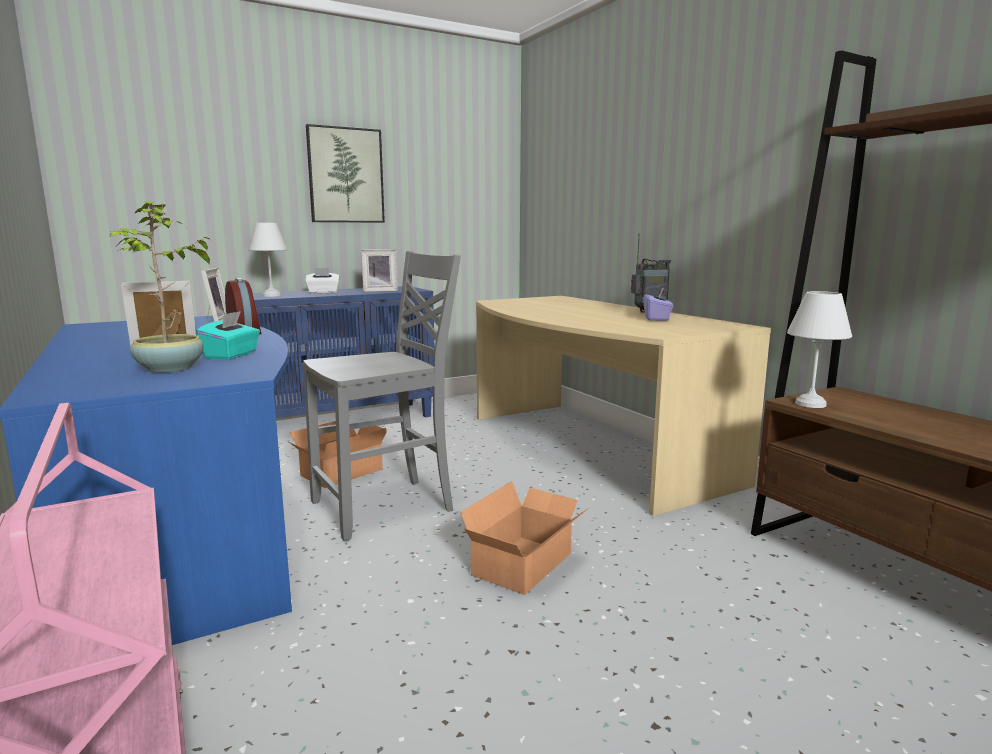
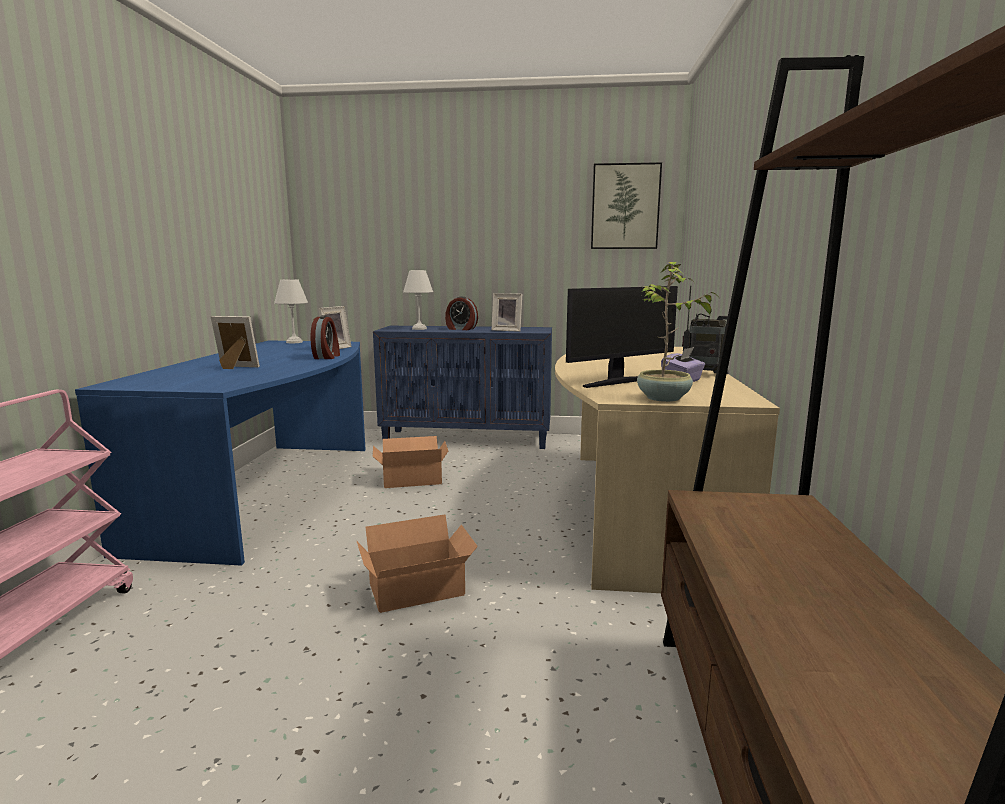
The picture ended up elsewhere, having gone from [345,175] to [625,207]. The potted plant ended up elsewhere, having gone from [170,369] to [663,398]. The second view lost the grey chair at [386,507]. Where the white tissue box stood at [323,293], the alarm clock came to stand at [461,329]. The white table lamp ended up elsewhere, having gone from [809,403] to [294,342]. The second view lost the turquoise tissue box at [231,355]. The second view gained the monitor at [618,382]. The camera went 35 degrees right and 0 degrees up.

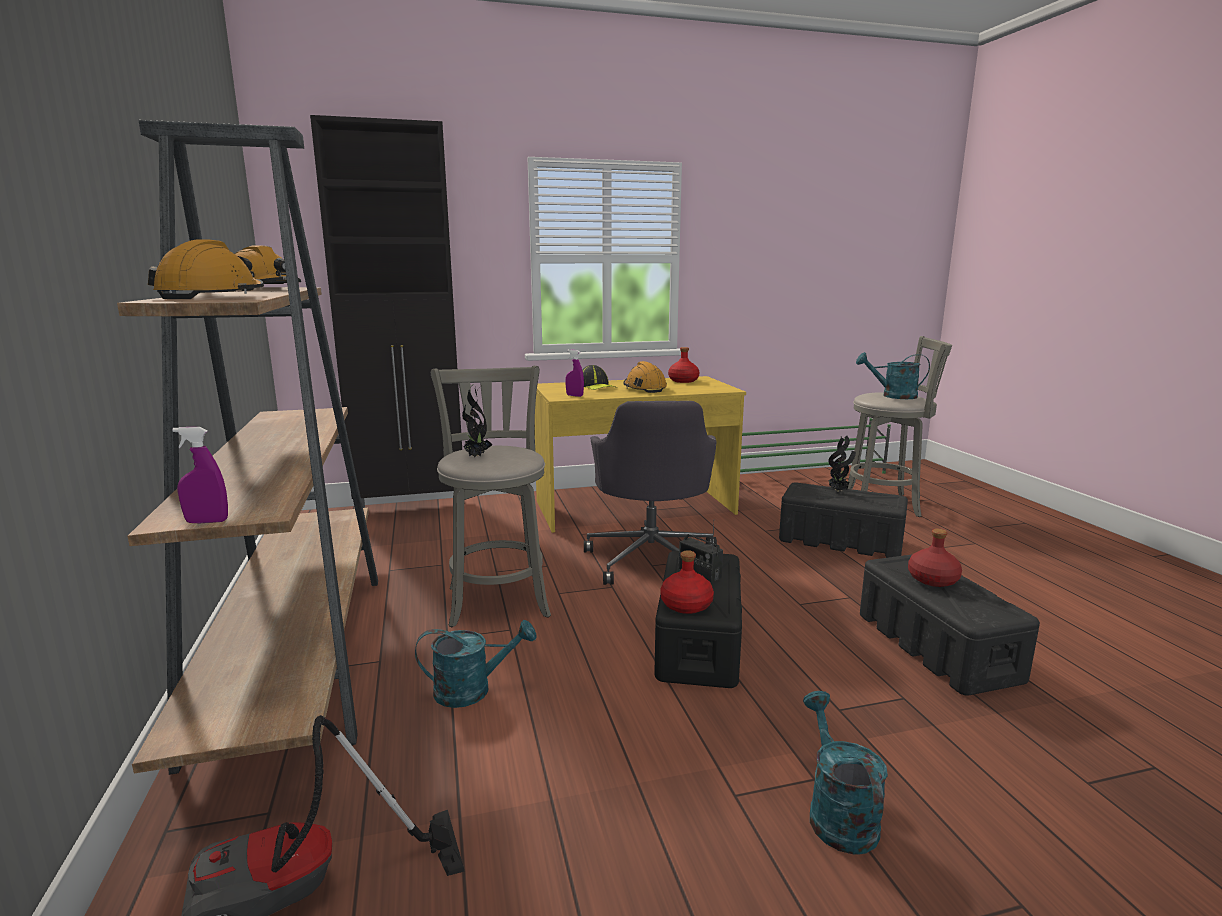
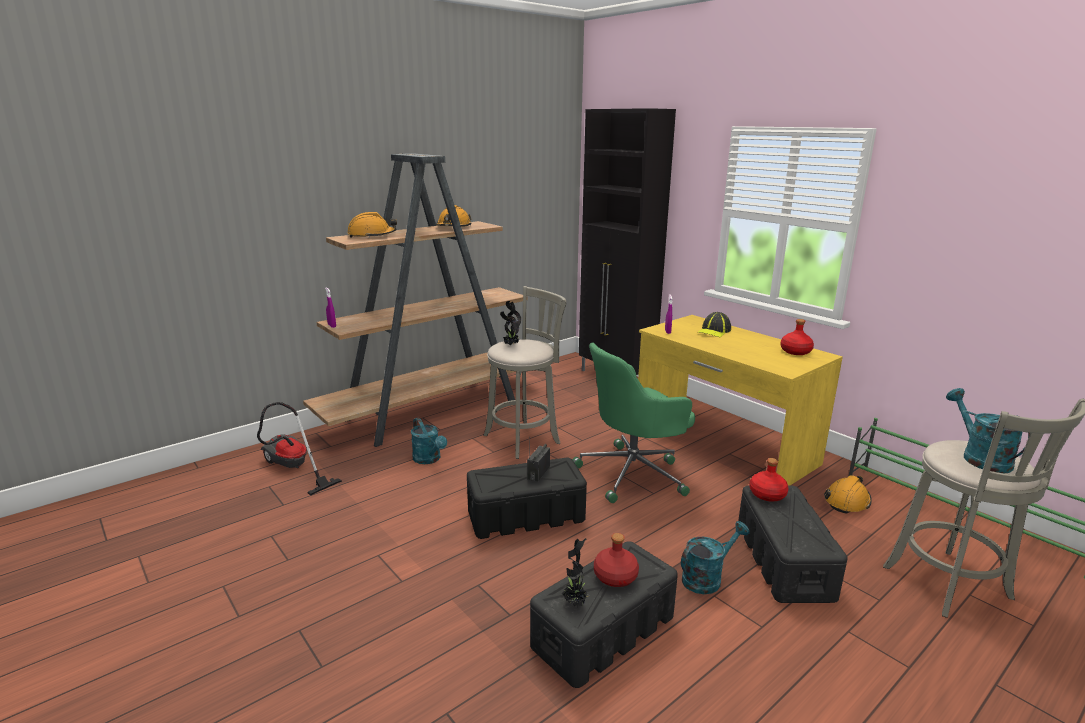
The orange hard hat ended up elsewhere, having gone from [644,388] to [847,501]. What was the grey office chair at [651,558] turned into the green office chair at [633,473]. The potted plant ended up elsewhere, having gone from [838,491] to [575,603]. The red bottle ended up elsewhere, having gone from [685,605] to [767,494]. The turquoise watering can ended up elsewhere, having gone from [837,813] to [707,578]. The camera went 65 degrees right and 5 degrees up.

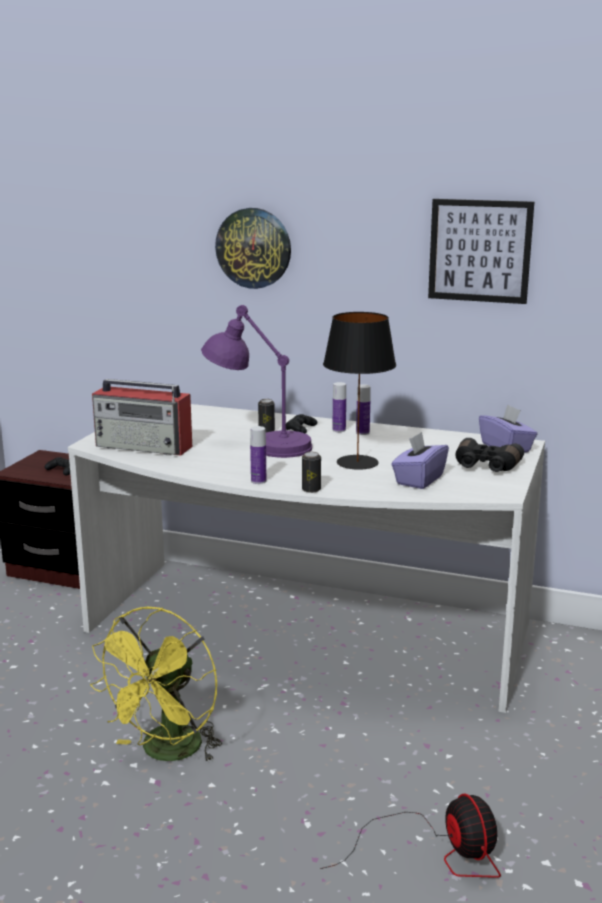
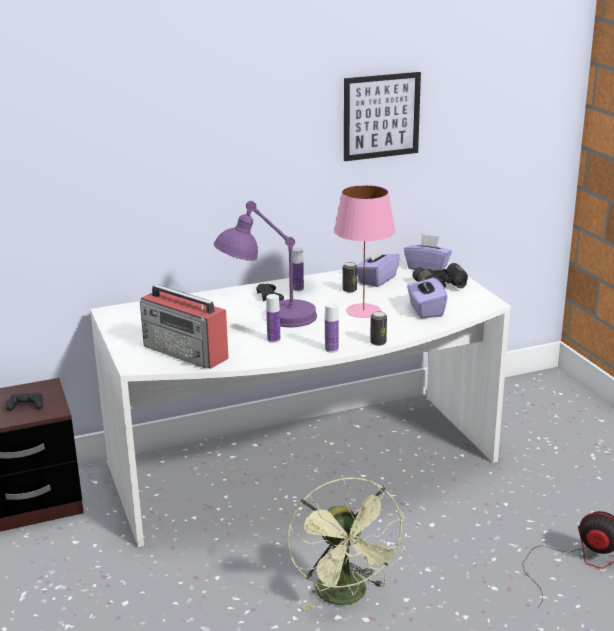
The second view lost the wall clock at [253,248]. What was the black table lamp at [357,463] turned into the pink table lamp at [363,311]. The radio at [145,447] ended up facing another way, 60 degrees clockwise from before. The bottle ended up elsewhere, having gone from [362,432] to [273,340]. The can ended up elsewhere, having gone from [266,431] to [349,290]. What was the yellow fan at [166,753] turned into the green fan at [346,597]. The second view gained the purple tissue box at [376,280]. The camera went 40 degrees left and 5 degrees up.

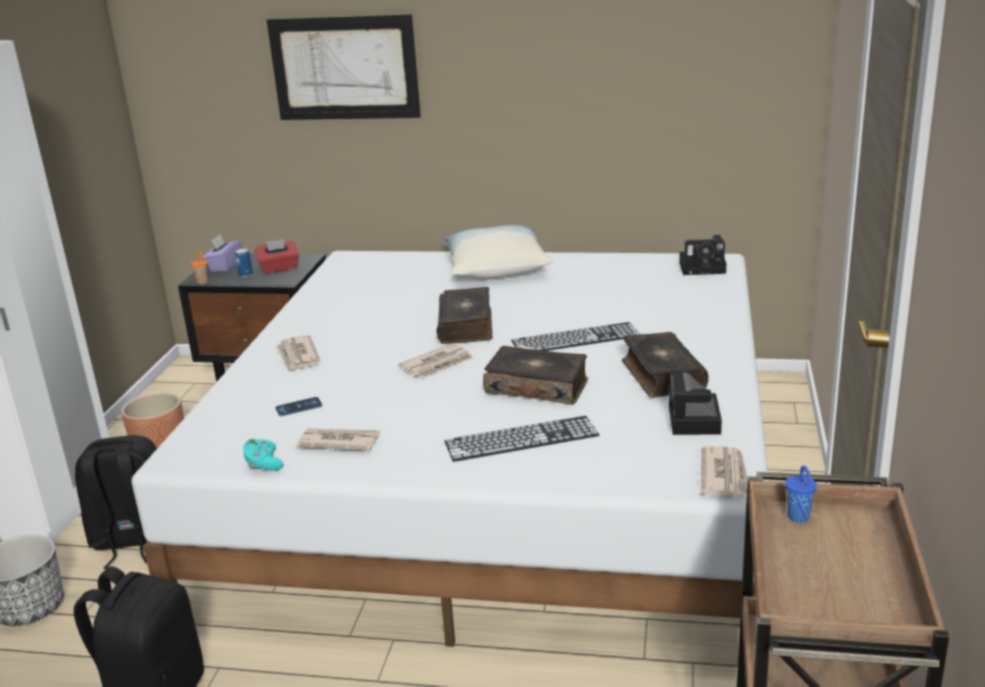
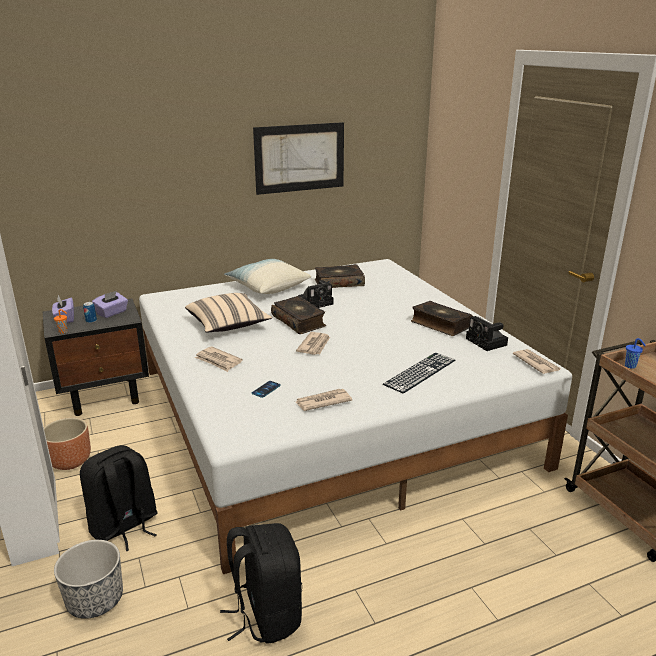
The picture ended up elsewhere, having gone from [344,68] to [300,158]. The photo camera ended up elsewhere, having gone from [704,267] to [316,302]. What was the red tissue box at [279,269] turned into the purple tissue box at [112,313]. The second view lost the keyboard at [576,338]. The book ended up elsewhere, having gone from [537,386] to [339,283]. The second view lost the turquoise game controller at [263,464]. The second view gained the beige pillow at [228,325]. The camera went 35 degrees left and 0 degrees up.

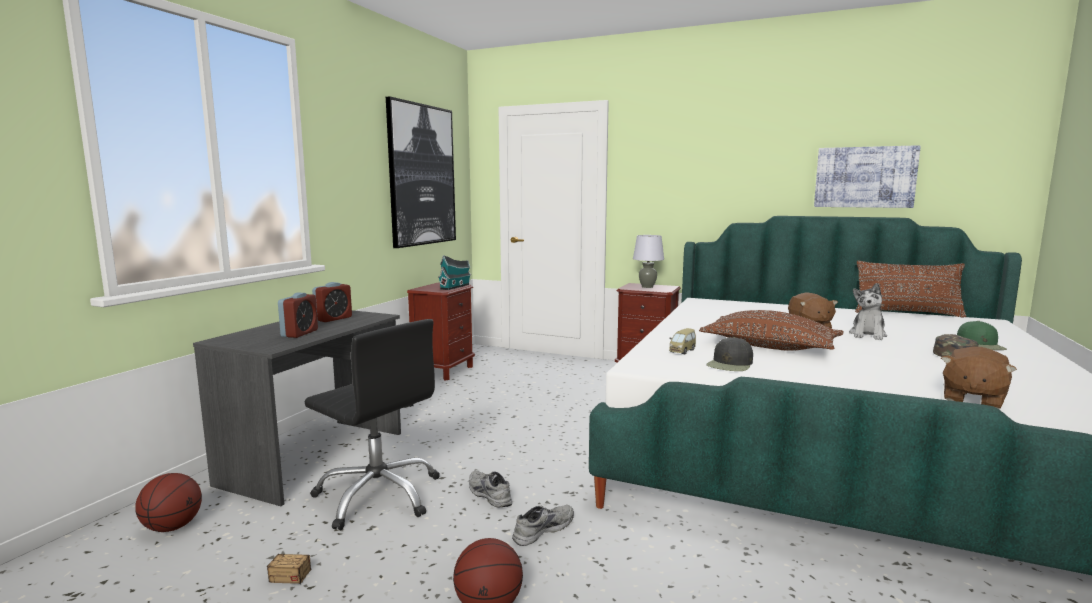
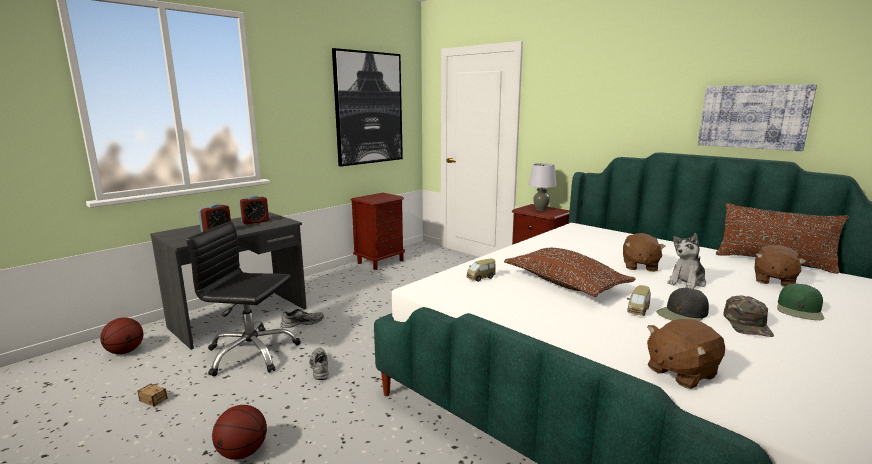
The second view lost the toy house at [456,286]. The black office chair at [378,495] ended up facing another way, 135 degrees clockwise from before. The black cap ended up elsewhere, having gone from [730,364] to [682,314]. The grey shoe ended up elsewhere, having gone from [542,529] to [302,322]. The second view gained the brown plush toy at [773,280]. The second view gained the toy car at [638,310]. The camera went 20 degrees right and 5 degrees up.

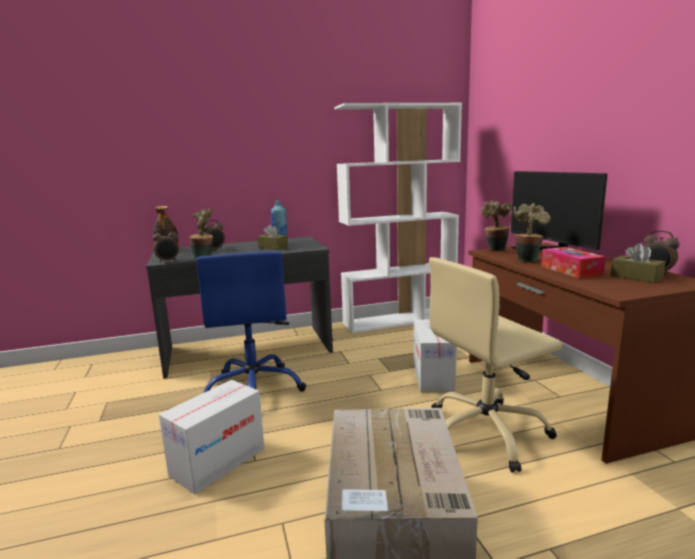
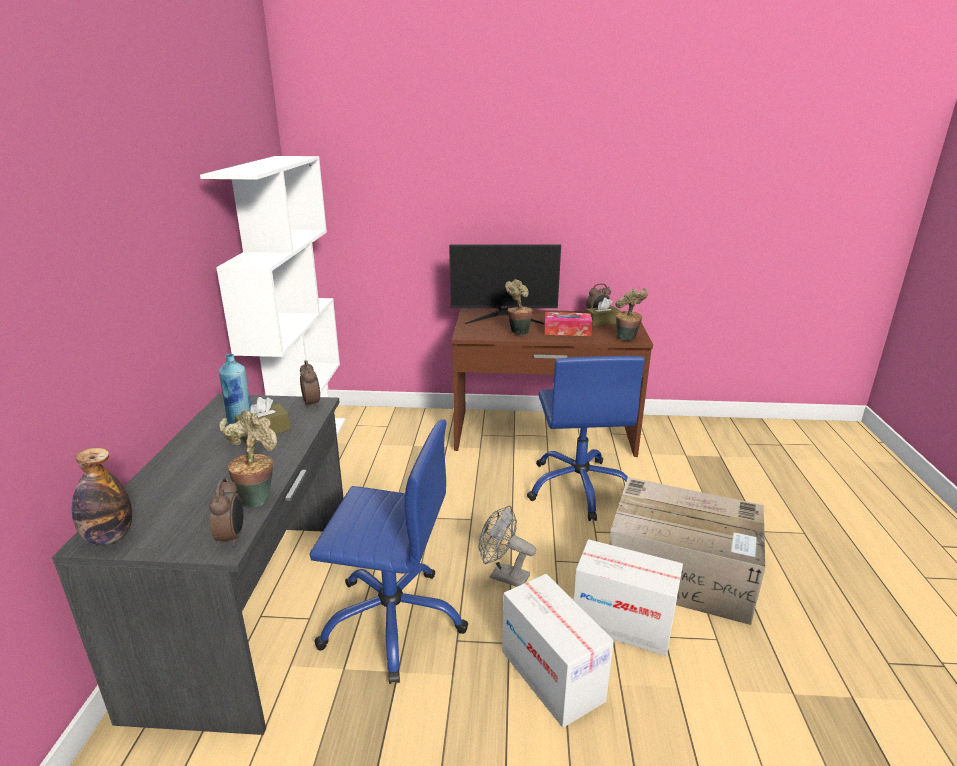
The potted plant ended up elsewhere, having gone from [495,250] to [627,339]. The alarm clock ended up elsewhere, having gone from [215,249] to [312,403]. What was the beige office chair at [486,432] turned into the blue office chair at [579,487]. The cardboard box ended up elsewhere, having gone from [432,376] to [621,623]. The second view gained the grey fan at [503,575]. The camera went 70 degrees left and 10 degrees up.

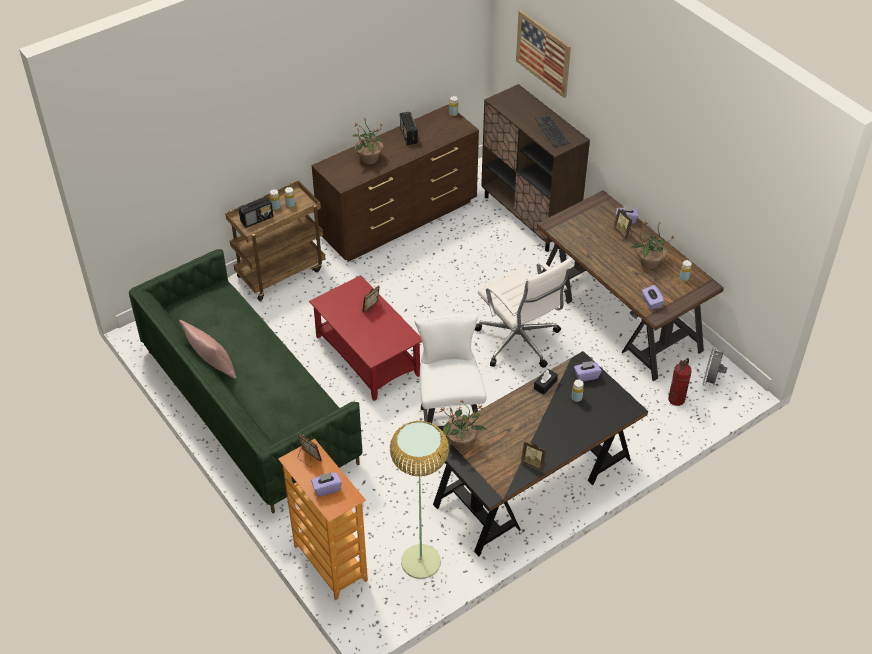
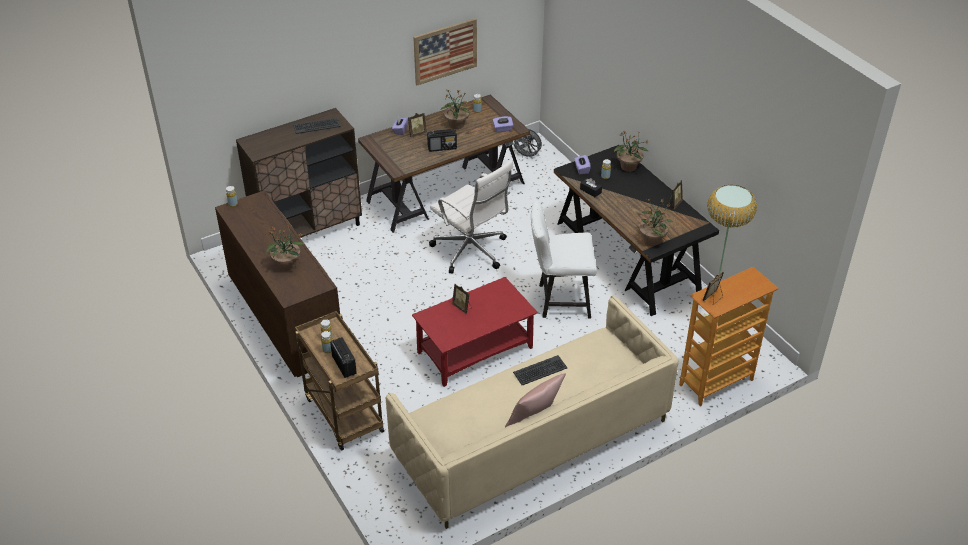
The picture ended up elsewhere, having gone from [543,53] to [445,51]. The radio ended up elsewhere, having gone from [408,136] to [442,147]. What was the green sofa at [248,405] turned into the beige sofa at [531,439]. The white office chair at [519,342] ended up facing another way, 75 degrees clockwise from before. The second view lost the fire extinguisher at [676,400]. The second view lost the purple tissue box at [327,488]. The second view gained the potted plant at [629,167]. The second view gained the keyboard at [540,371]. The camera went 85 degrees left and 5 degrees down.

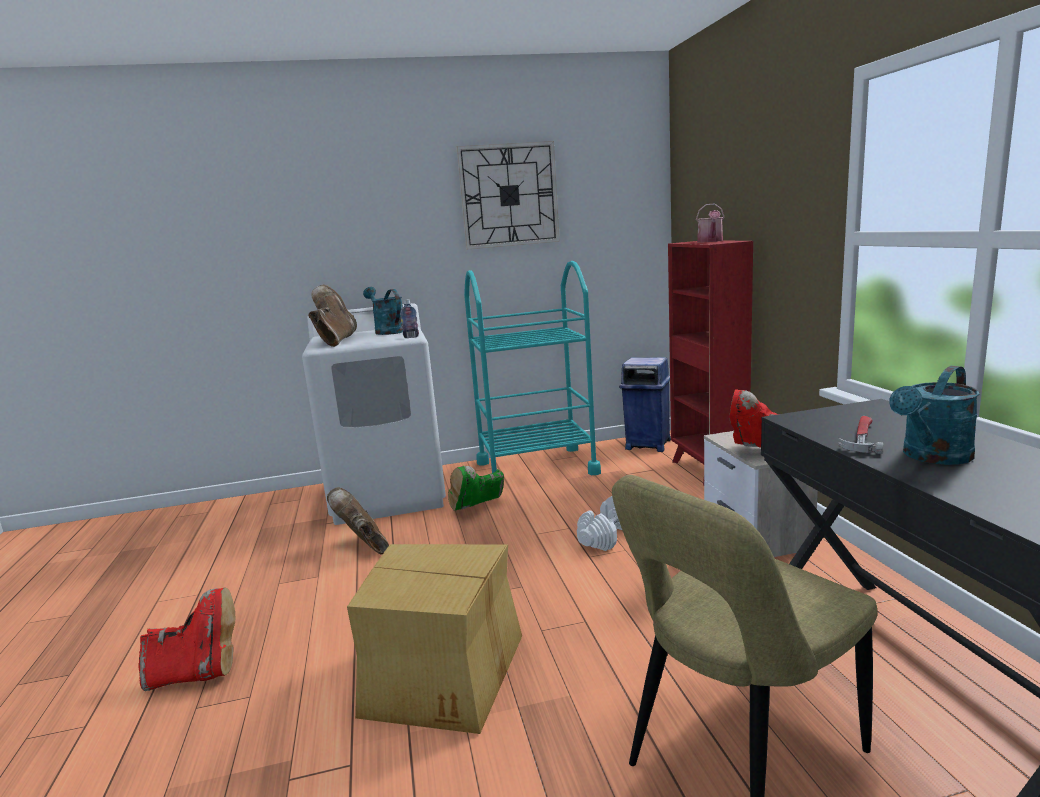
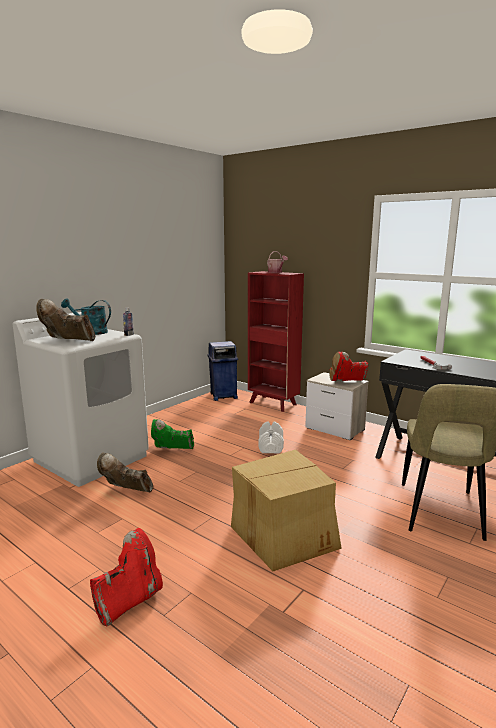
The second view lost the wall clock at [509,195]. The second view lost the turquoise cart at [536,468]. The brown boot at [335,341] ended up facing another way, 45 degrees counterclockwise from before. The second view lost the turquoise watering can at [932,457]. The green boot at [477,508] ended up facing another way, 75 degrees clockwise from before. The camera went 40 degrees left and 0 degrees up.

